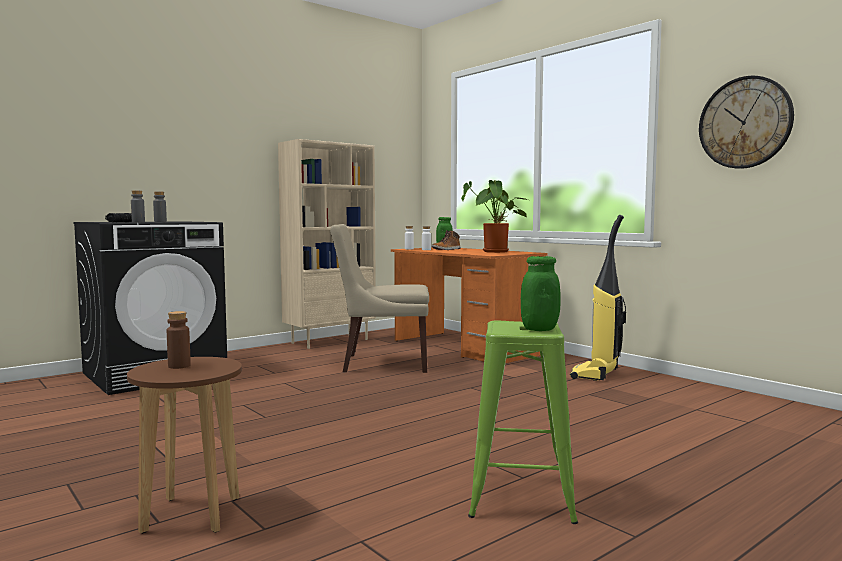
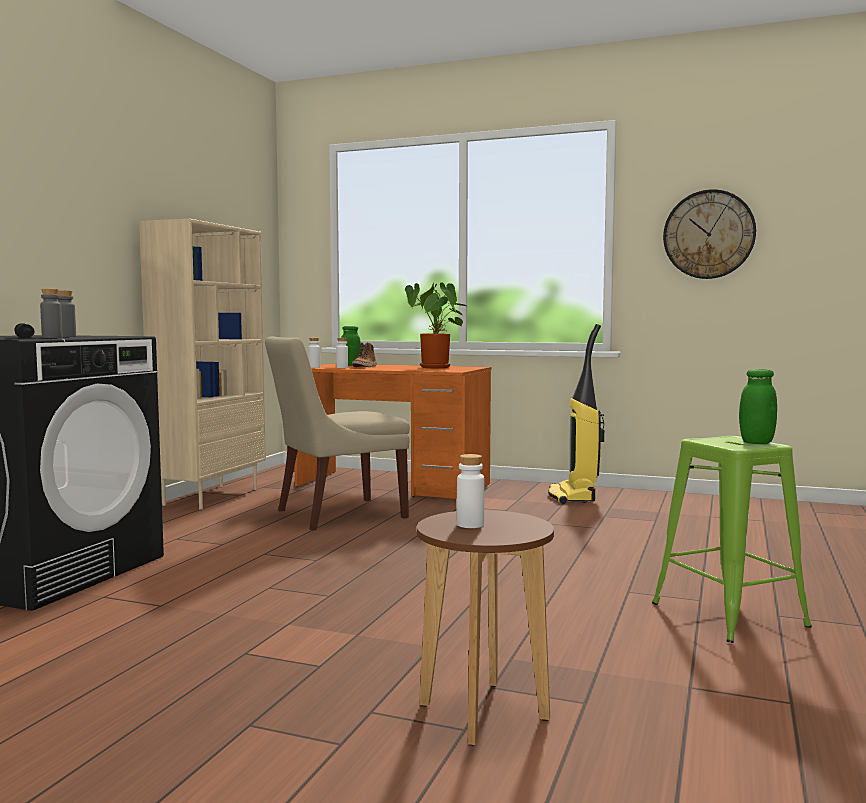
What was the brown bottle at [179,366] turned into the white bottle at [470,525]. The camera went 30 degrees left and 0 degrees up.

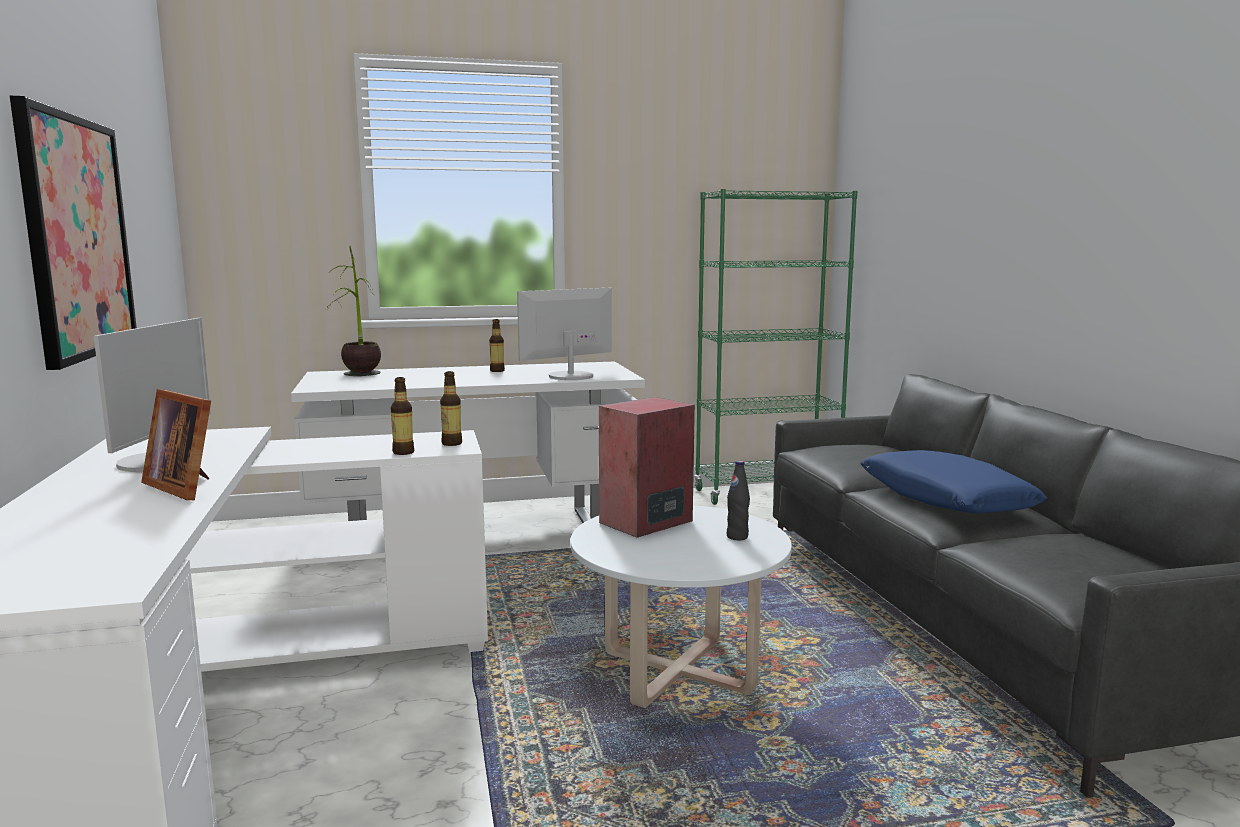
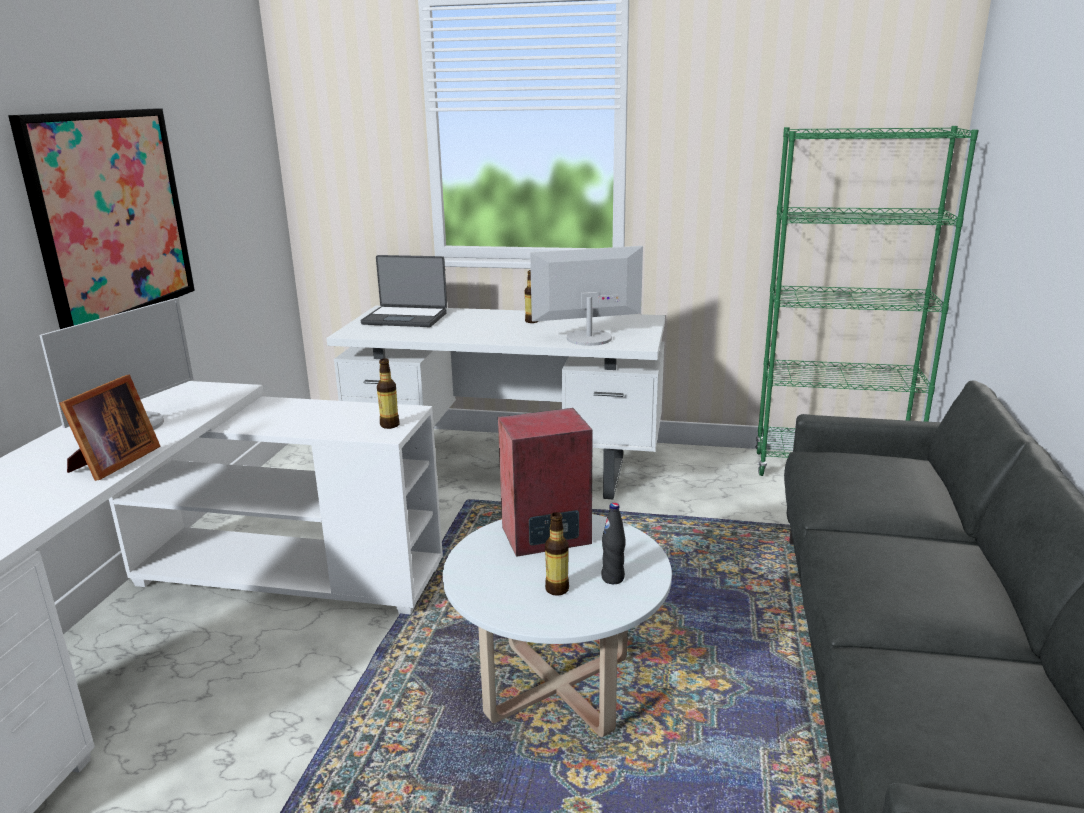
Where the potted plant stood at [359,376], the laptop came to stand at [406,318]. The bottle ended up elsewhere, having gone from [403,452] to [557,589]. The picture frame at [186,486] ended up facing another way, 135 degrees counterclockwise from before. The second view lost the blue pillow at [945,499]. The camera went 25 degrees right and 10 degrees up.

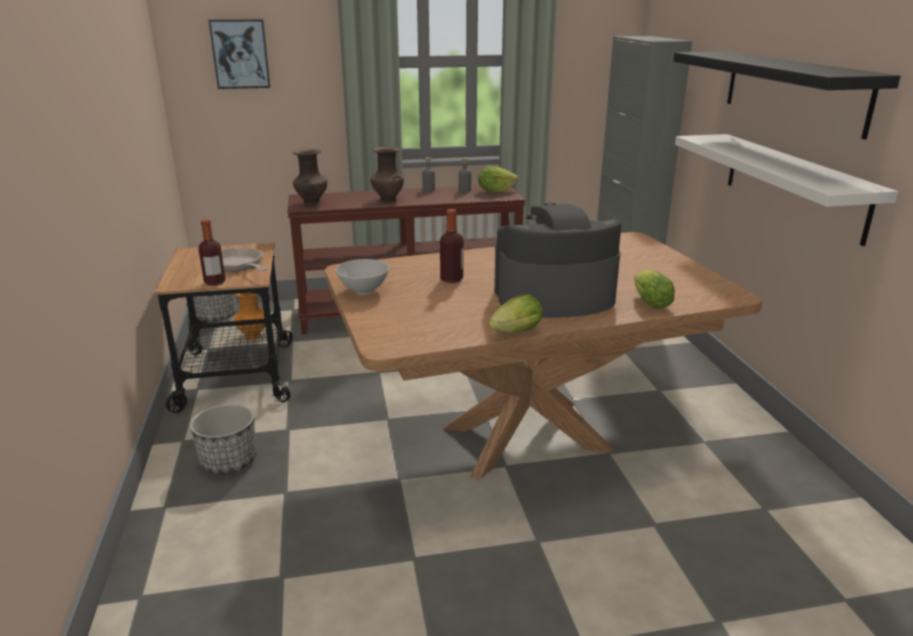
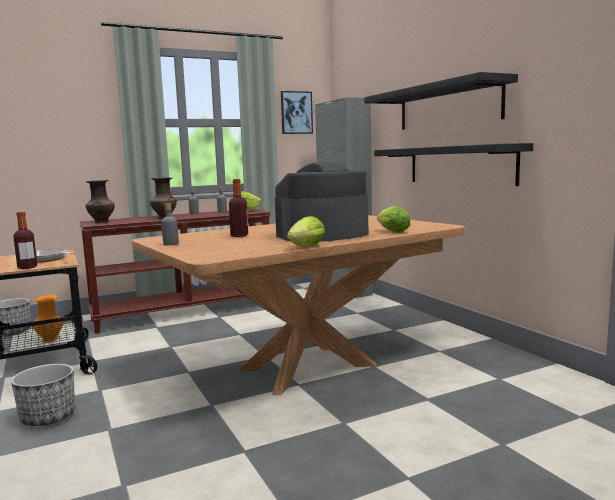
The picture ended up elsewhere, having gone from [240,54] to [296,112]. What was the white shelf at [793,184] turned into the black shelf at [459,165]. Where the white bowl stood at [363,291], the grey bottle came to stand at [171,244]. The camera went 15 degrees left and 15 degrees down.

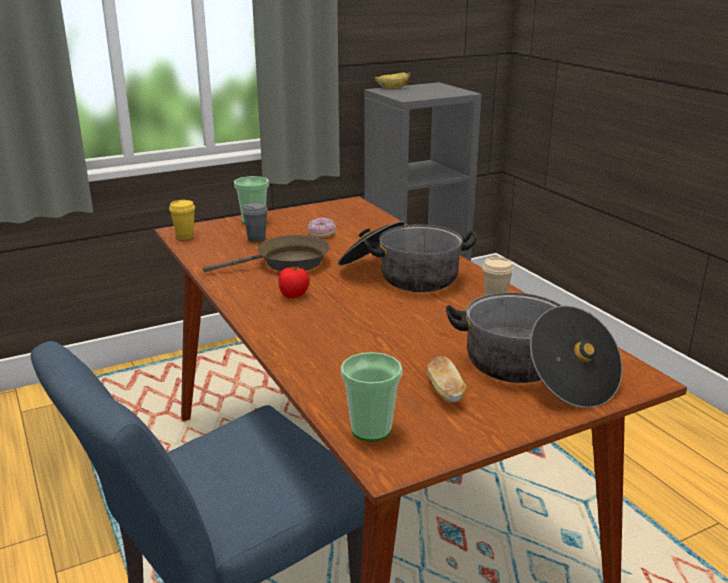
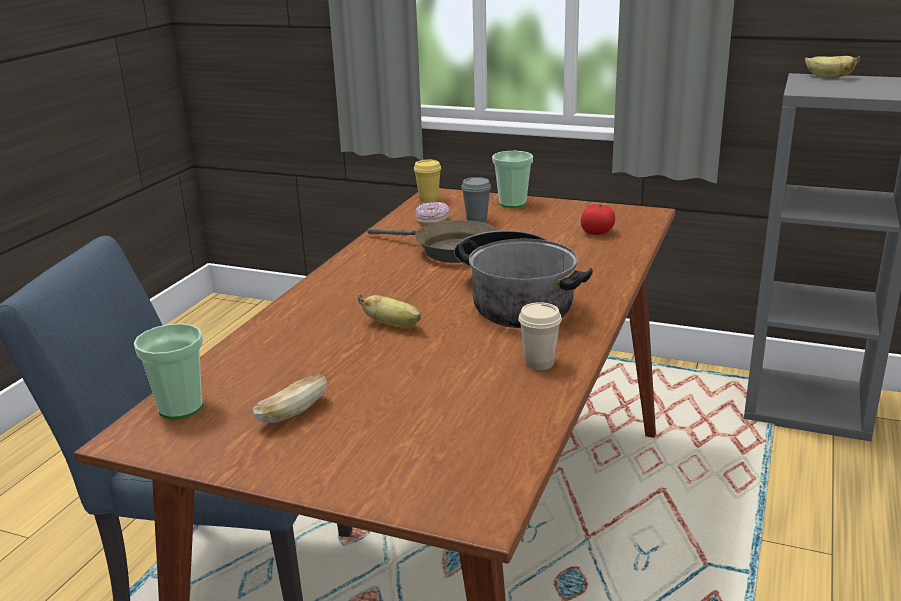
The donut ended up elsewhere, having gone from [321,234] to [432,221]. The tomato ended up elsewhere, having gone from [293,294] to [597,232]. The second view lost the cooking pot at [533,372]. The second view gained the banana at [393,325]. The camera went 50 degrees right and 0 degrees up.

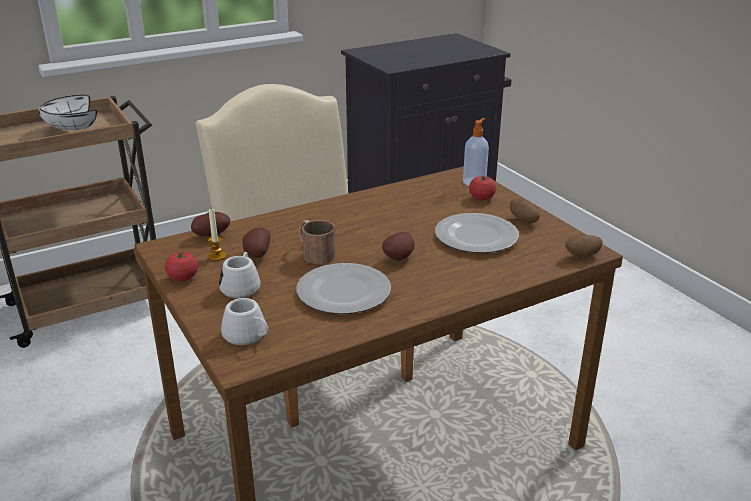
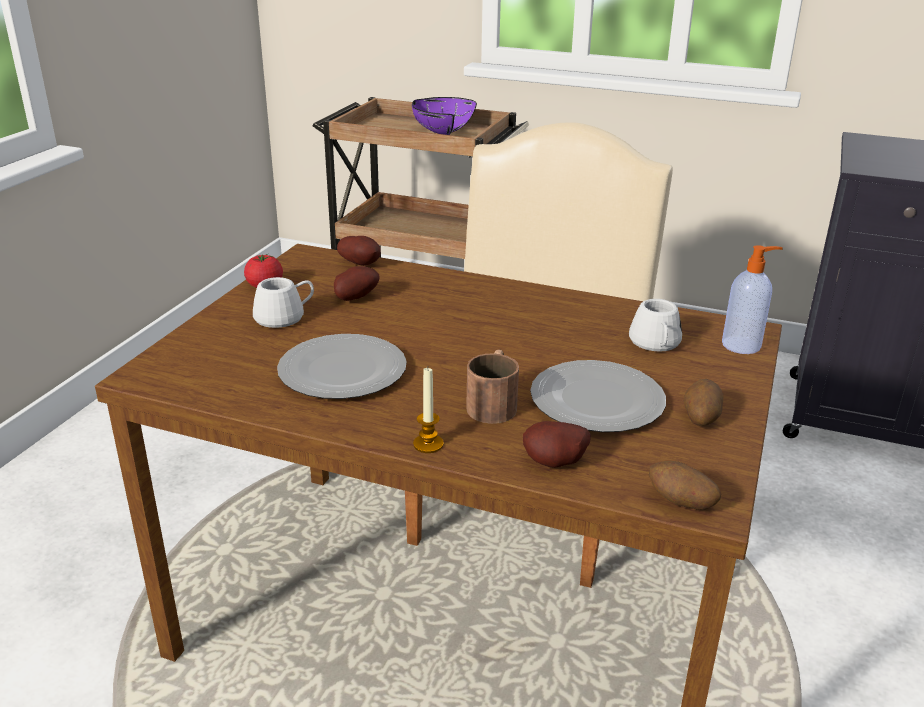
What was the white bowl at [71,129] turned into the purple bowl at [439,132]. The second view lost the tomato at [481,198]. The candle ended up elsewhere, having gone from [216,256] to [428,444]. The brown mug ended up elsewhere, having gone from [314,252] to [493,402]. The potato ended up elsewhere, having gone from [400,258] to [556,464]. The white mug ended up elsewhere, having gone from [248,336] to [656,345]. The camera went 50 degrees right and 0 degrees up.

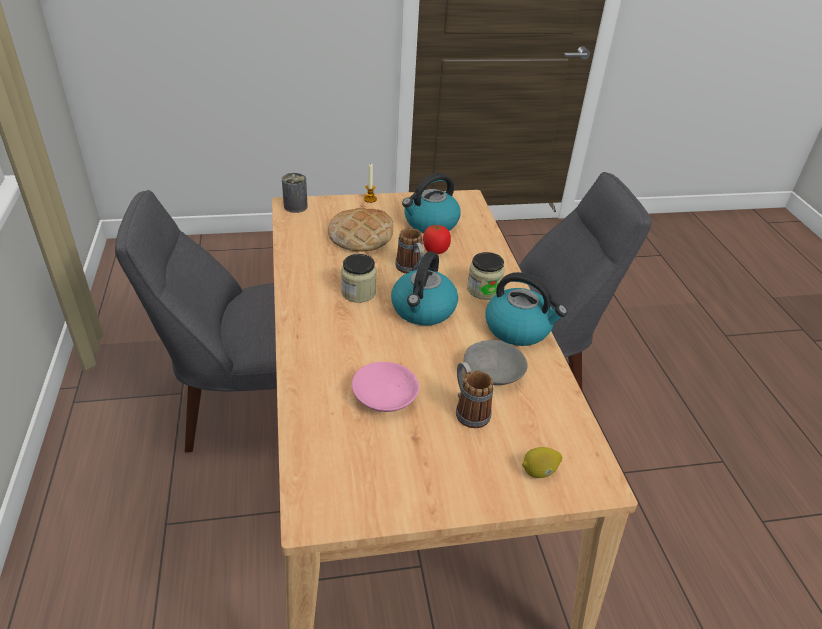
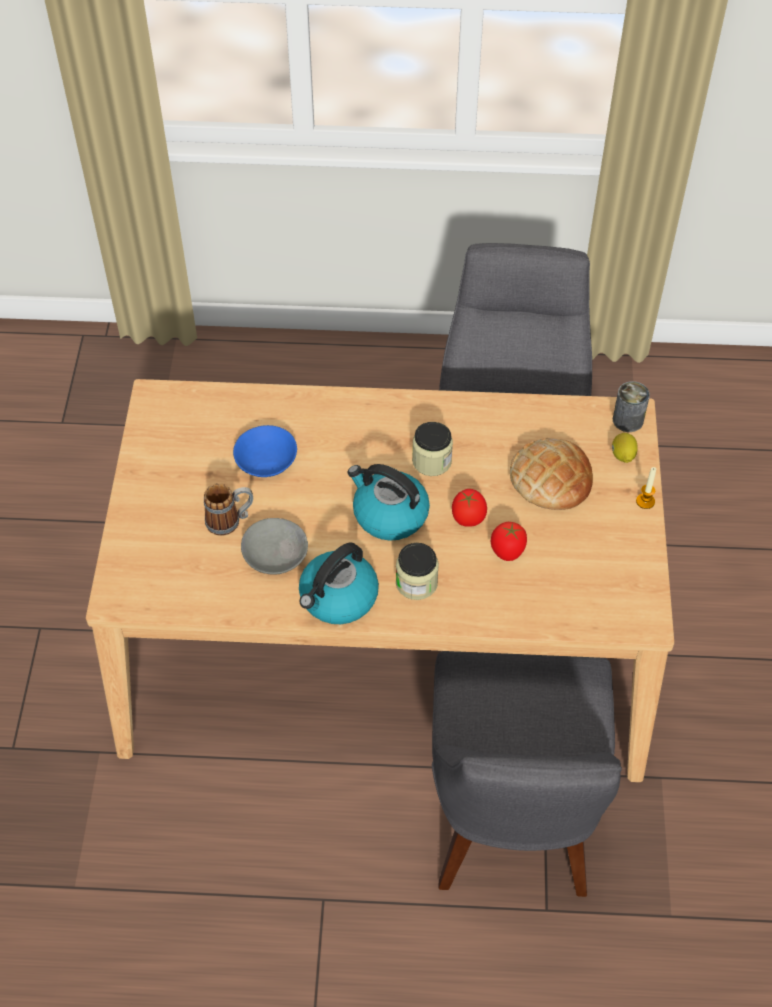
The second view lost the kettle at [430,223]. Where the mug stood at [411,270], the tomato came to stand at [468,518]. What was the pink bowl at [386,397] turned into the blue bowl at [265,461]. The lemon ended up elsewhere, having gone from [539,471] to [622,456]. The camera went 105 degrees right and 15 degrees up.

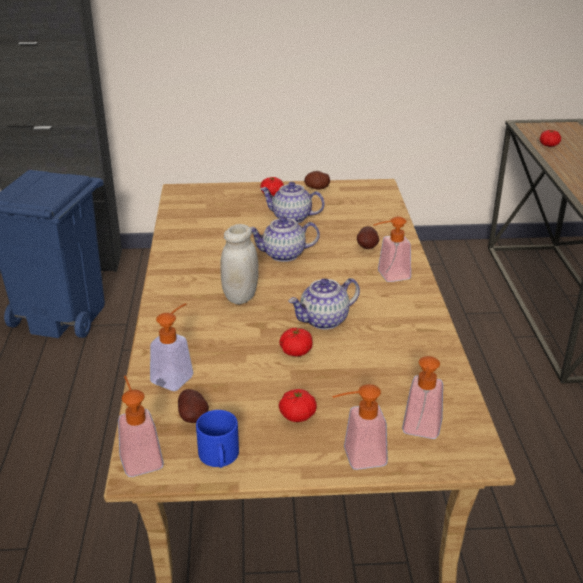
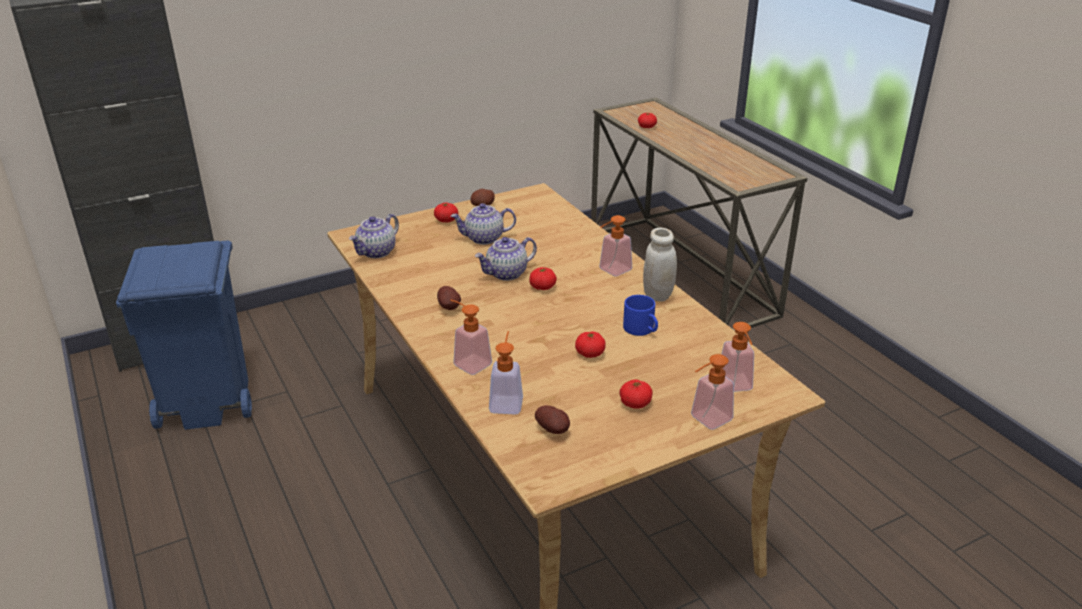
The white jar ended up elsewhere, having gone from [240,297] to [657,295]. The potato ended up elsewhere, having gone from [368,247] to [449,308]. The teapot ended up elsewhere, having gone from [324,321] to [376,252]. The soap dispenser ended up elsewhere, having gone from [139,457] to [468,362]. The blue mug ended up elsewhere, having gone from [220,458] to [642,329]. The second view gained the tomato at [542,287]. The camera went 25 degrees left and 0 degrees up.

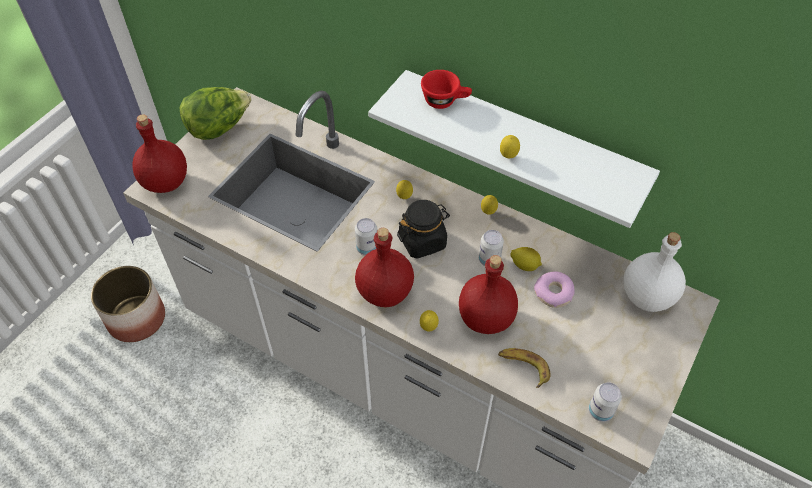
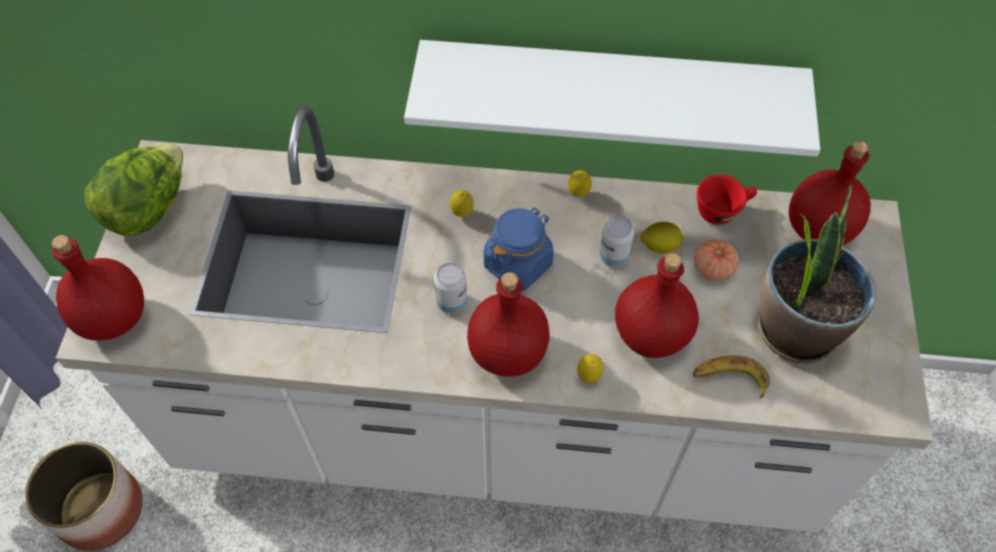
The red cup ended up elsewhere, having gone from [445,101] to [722,210]. The second view lost the lemon at [508,156]. What was the black jar at [423,241] turned into the blue jar at [518,264]. What was the white bottle at [646,295] turned into the red bottle at [817,228]. Where the donut stood at [554,293], the tomato came to stand at [713,268]. The second view lost the can at [600,411]. The second view gained the potted plant at [795,328]. The camera went 25 degrees left and 5 degrees up.

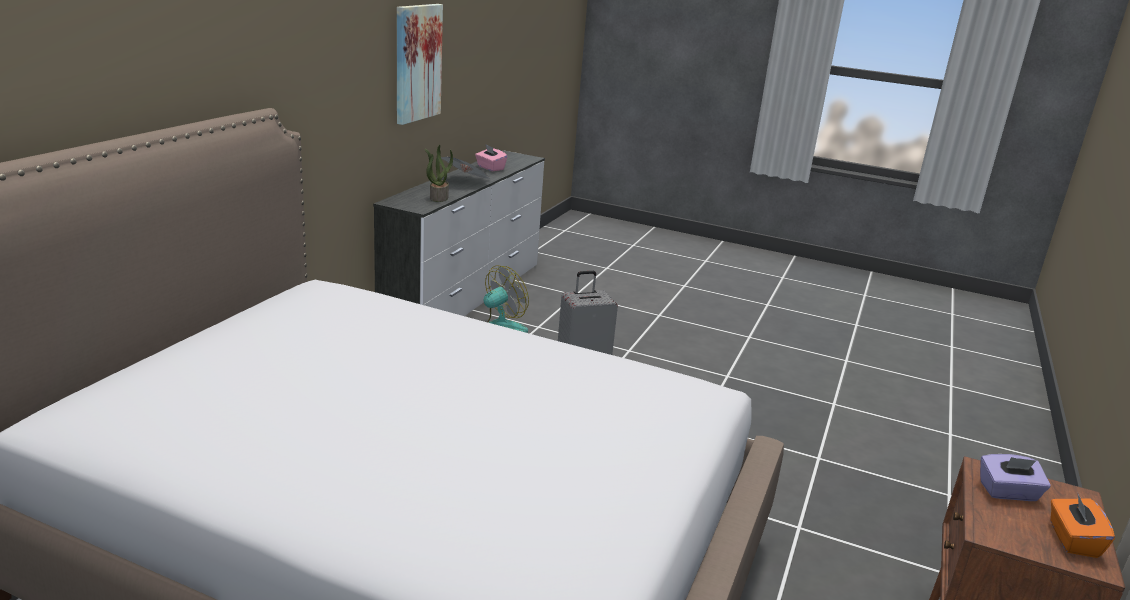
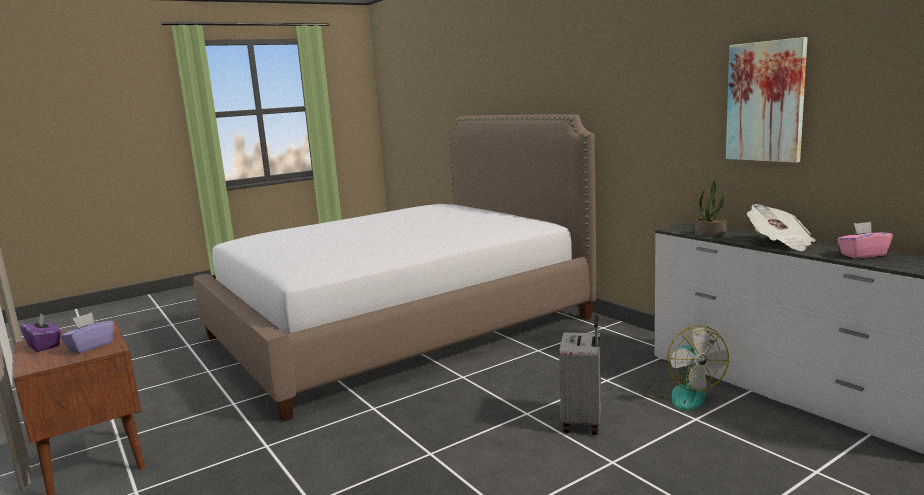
What was the orange tissue box at [1072,540] turned into the purple tissue box at [44,345]. The camera went 125 degrees right and 10 degrees down.

